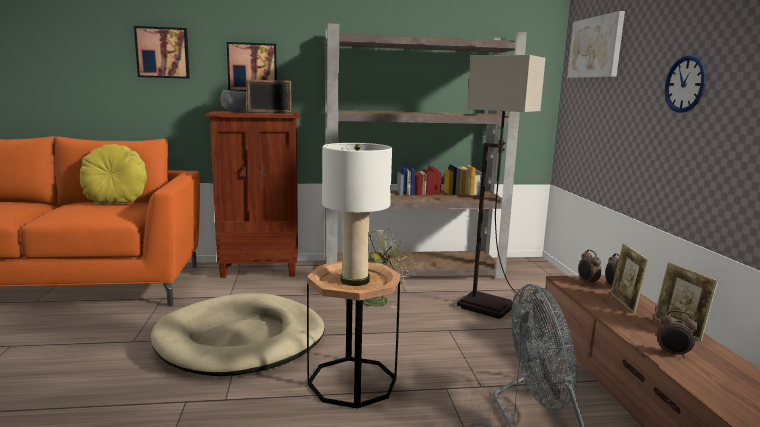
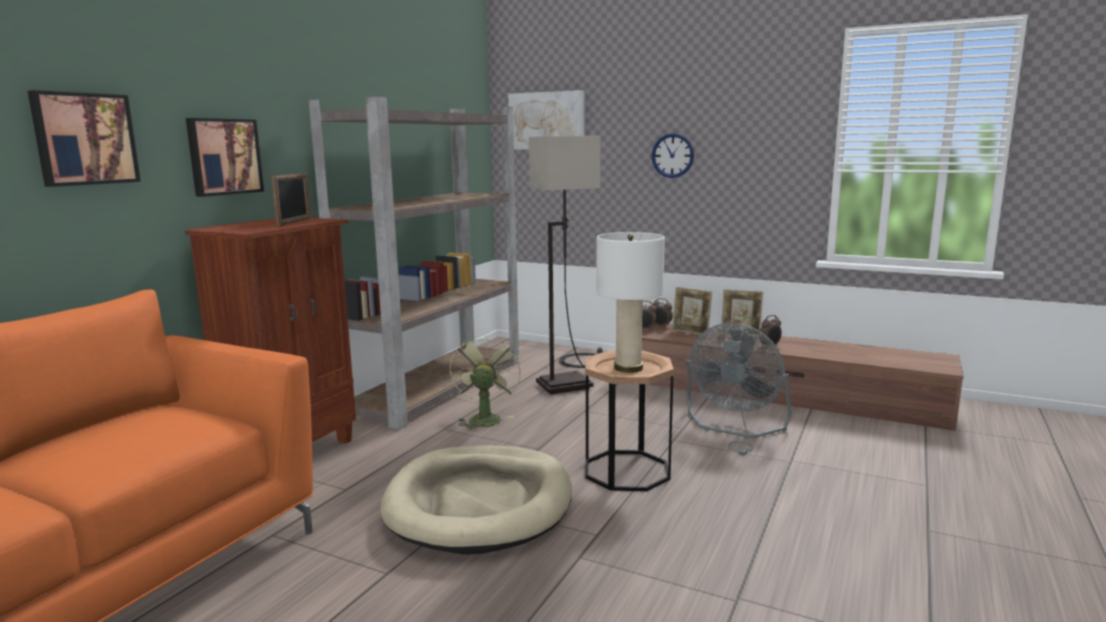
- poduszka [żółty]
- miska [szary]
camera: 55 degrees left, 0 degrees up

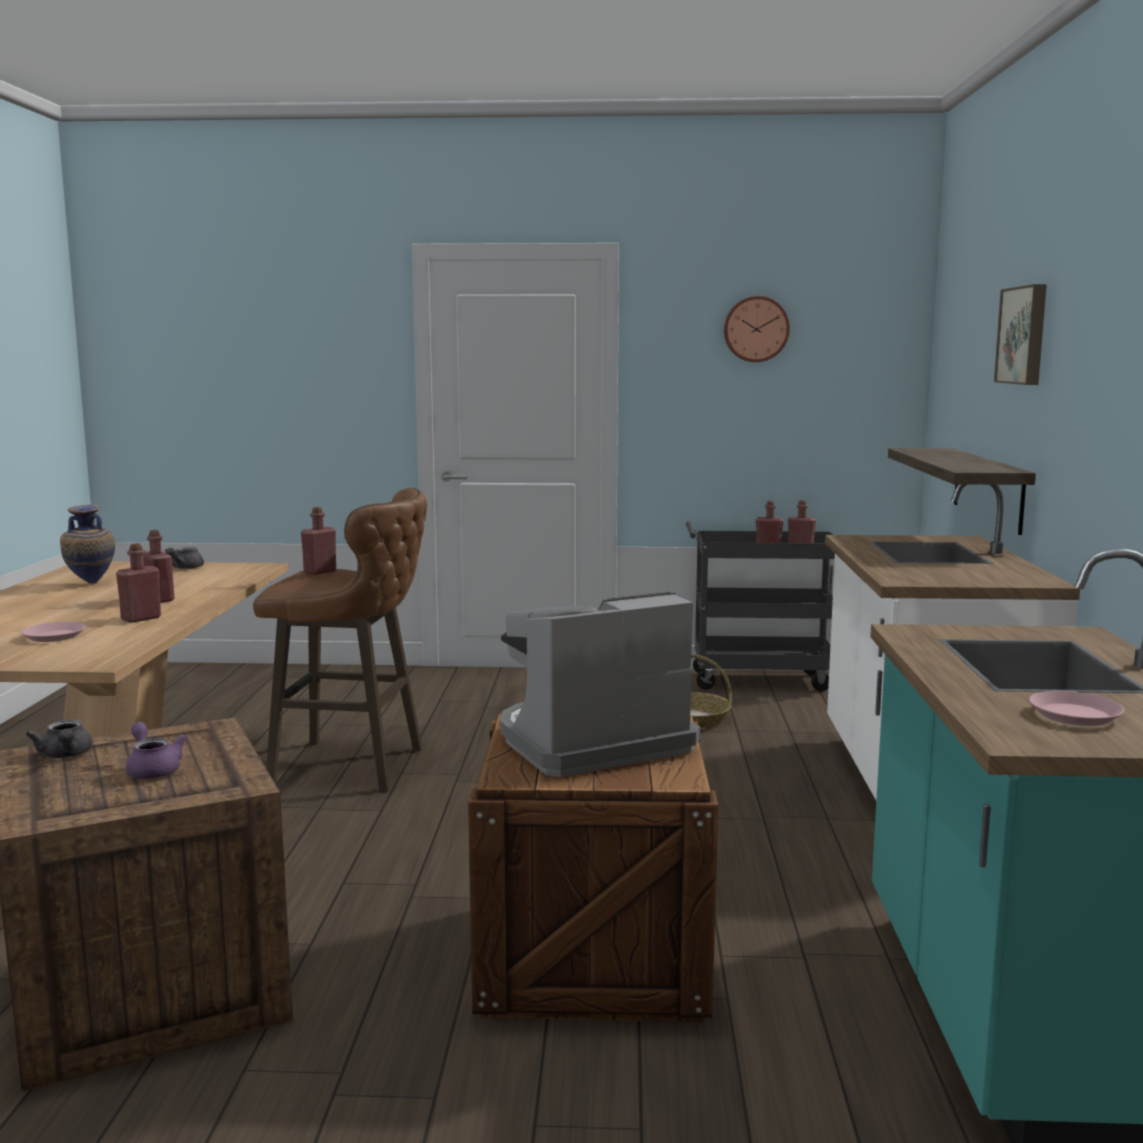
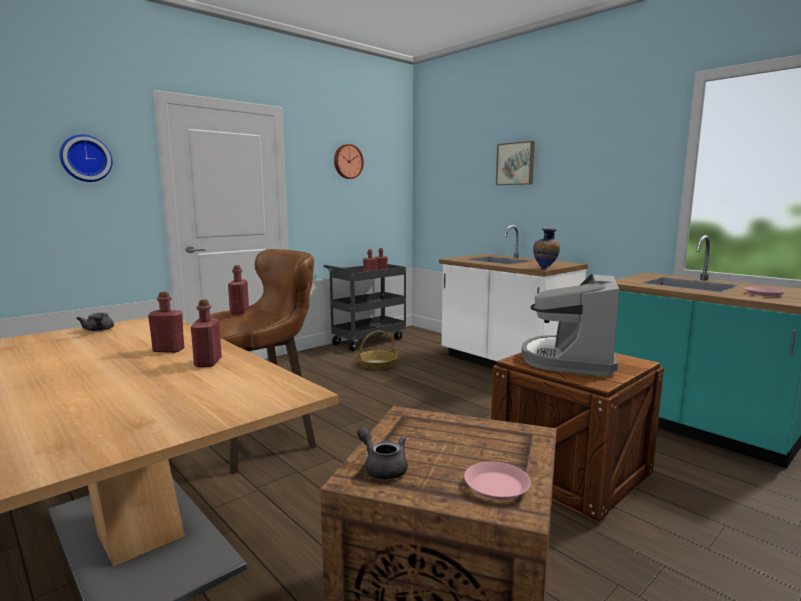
~ talerz [różowy] (no. 1 from left)
~ imbryk [szary] (no. 1 from left in the first image) 150 degrees counterclockwise
~ wazon
- imbryk [fioletowy]
- półka
+ zegar ścienny (no. 1 from left)
camera: 45 degrees left, 0 degrees up

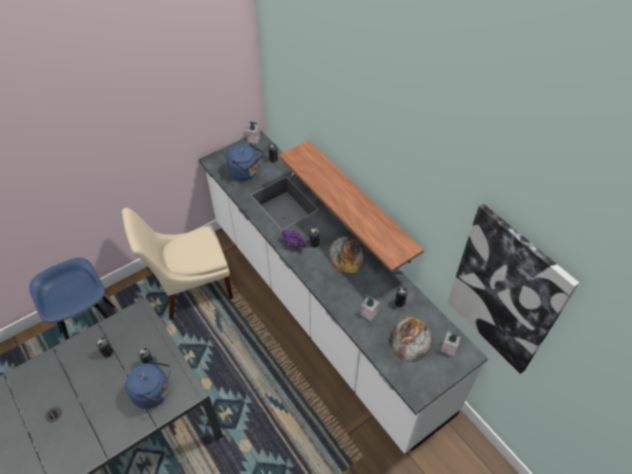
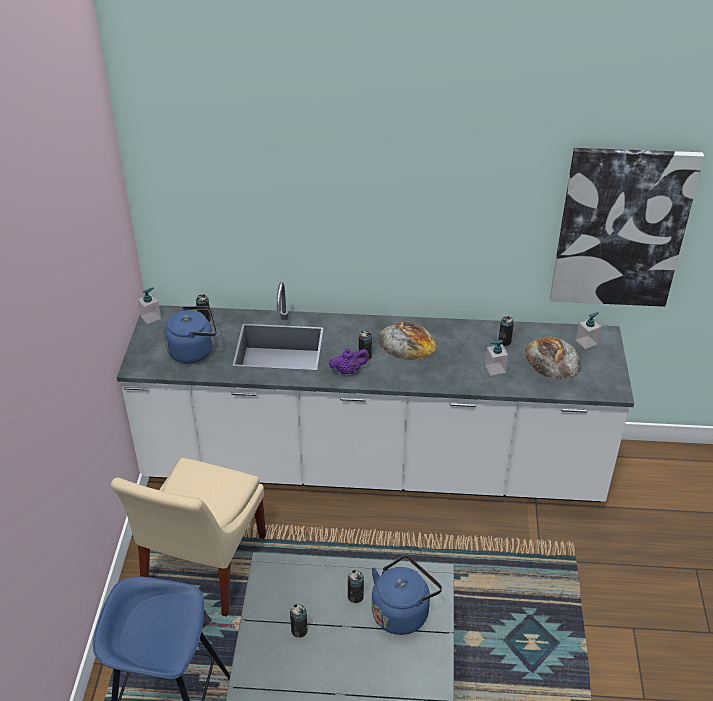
- półka
camera: 50 degrees left, 10 degrees down

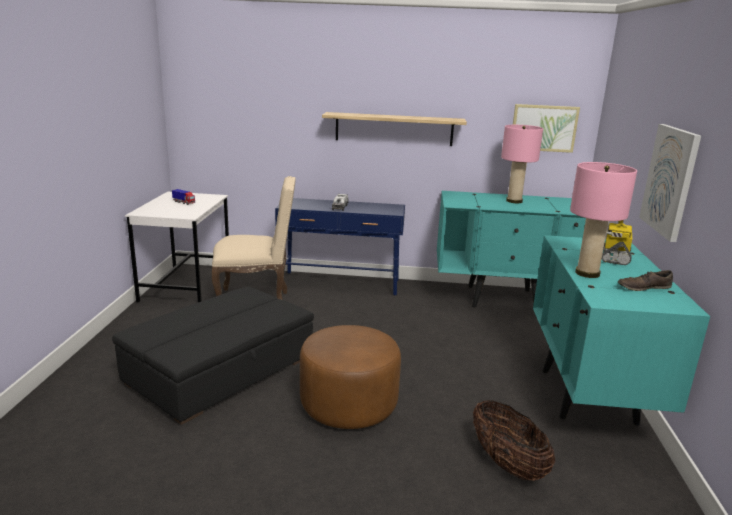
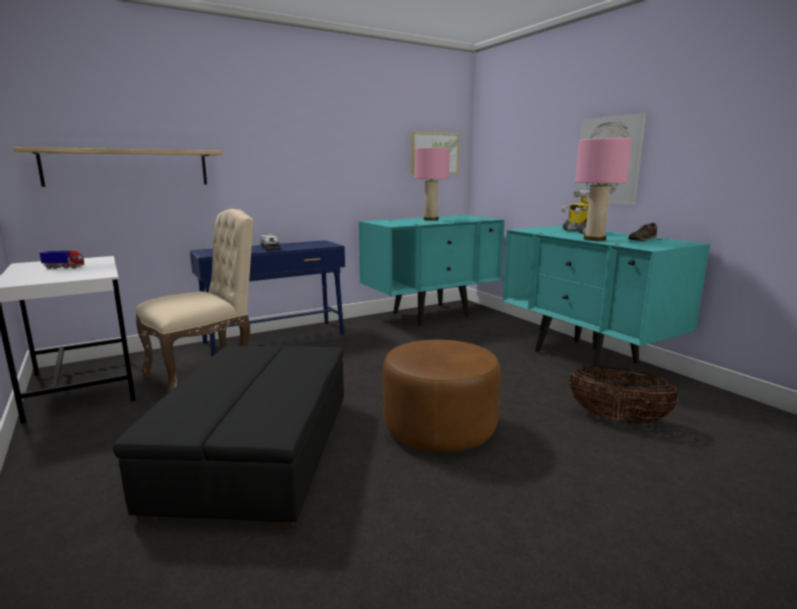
~ półka
camera: 35 degrees left, 5 degrees down

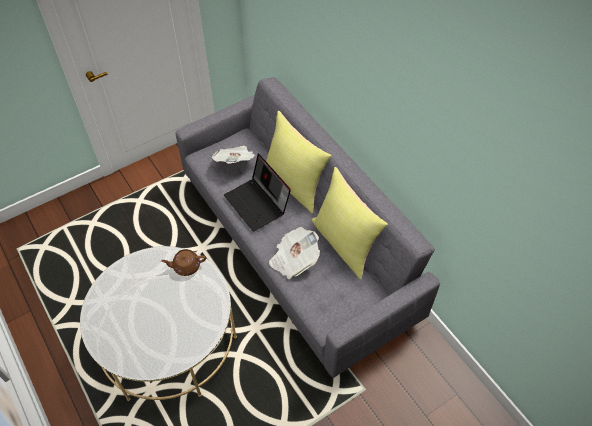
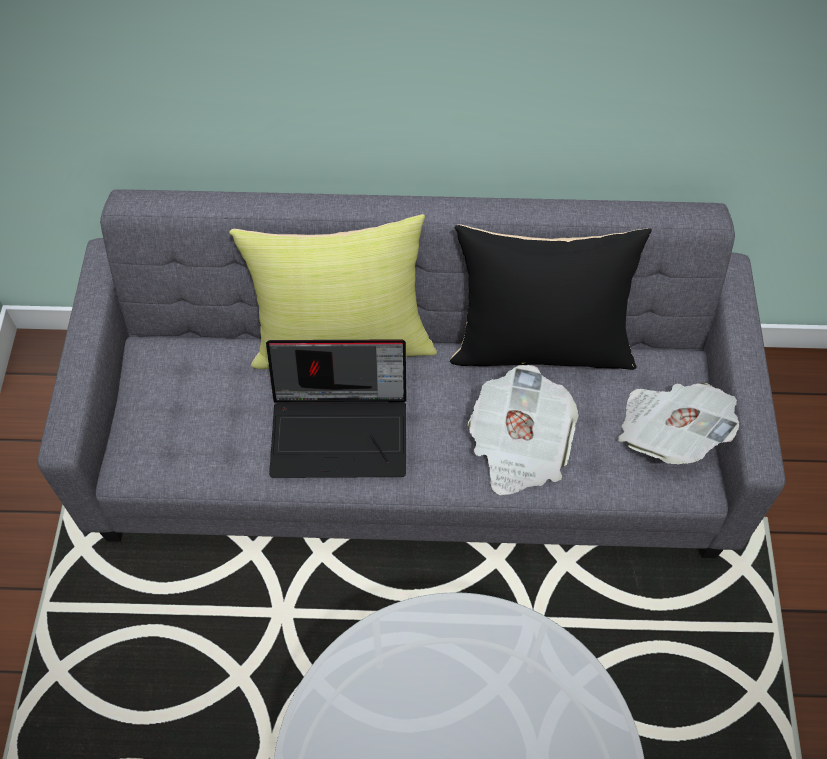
- imbryk [brązowy]
~ gazeta (no. 1 from left in the first image) to gazeta (no. 2 from left)
~ poduszka [żółty] (no. 2 from left) to poduszka [czarny]
camera: 55 degrees left, 5 degrees up

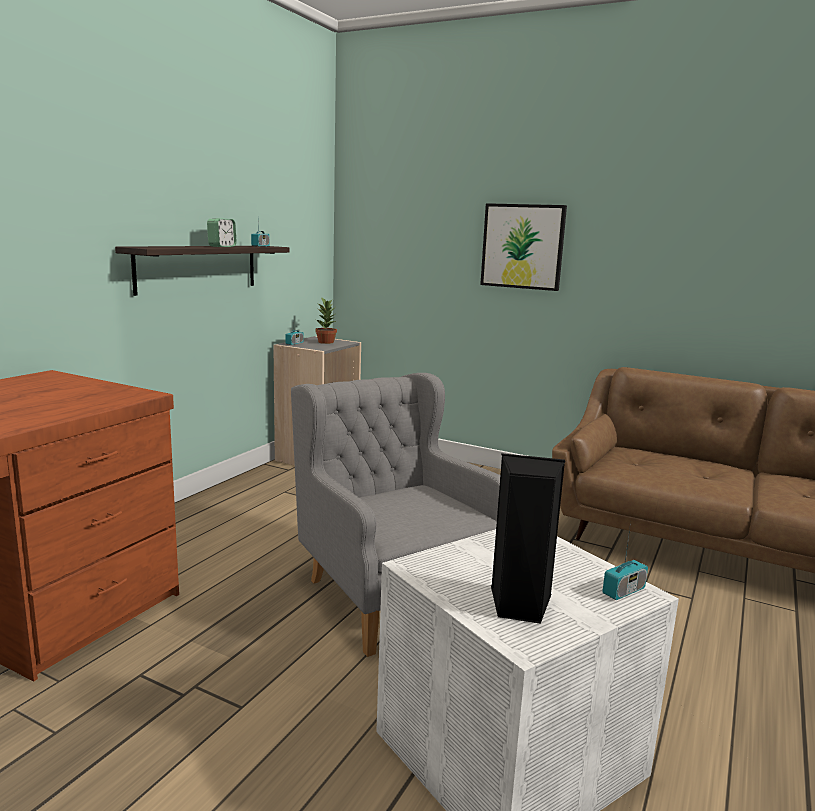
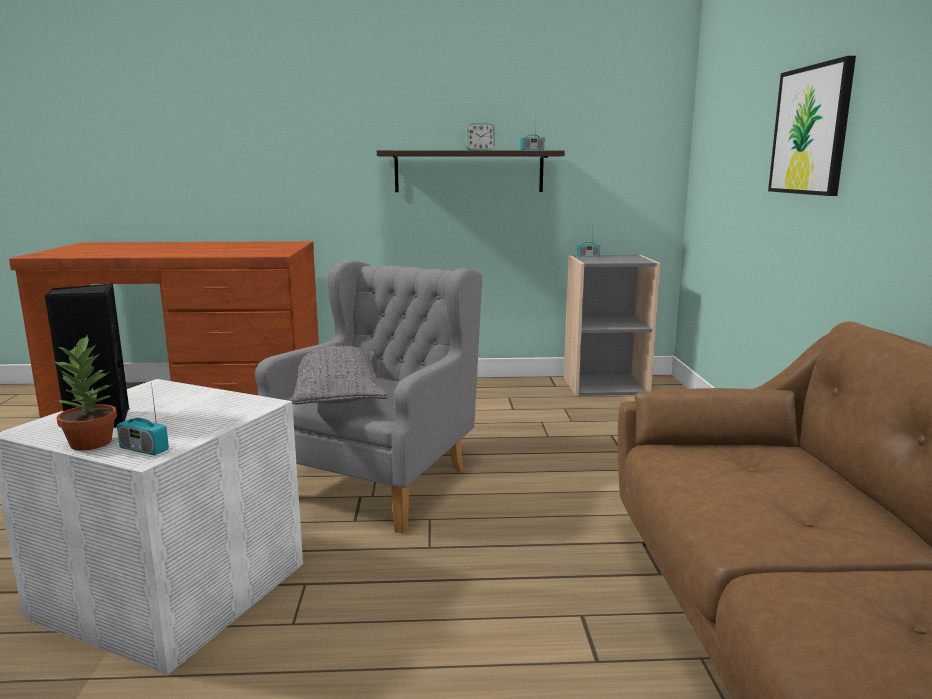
~ roślina doniczkowa
+ poduszka [szary]
camera: 60 degrees right, 0 degrees up

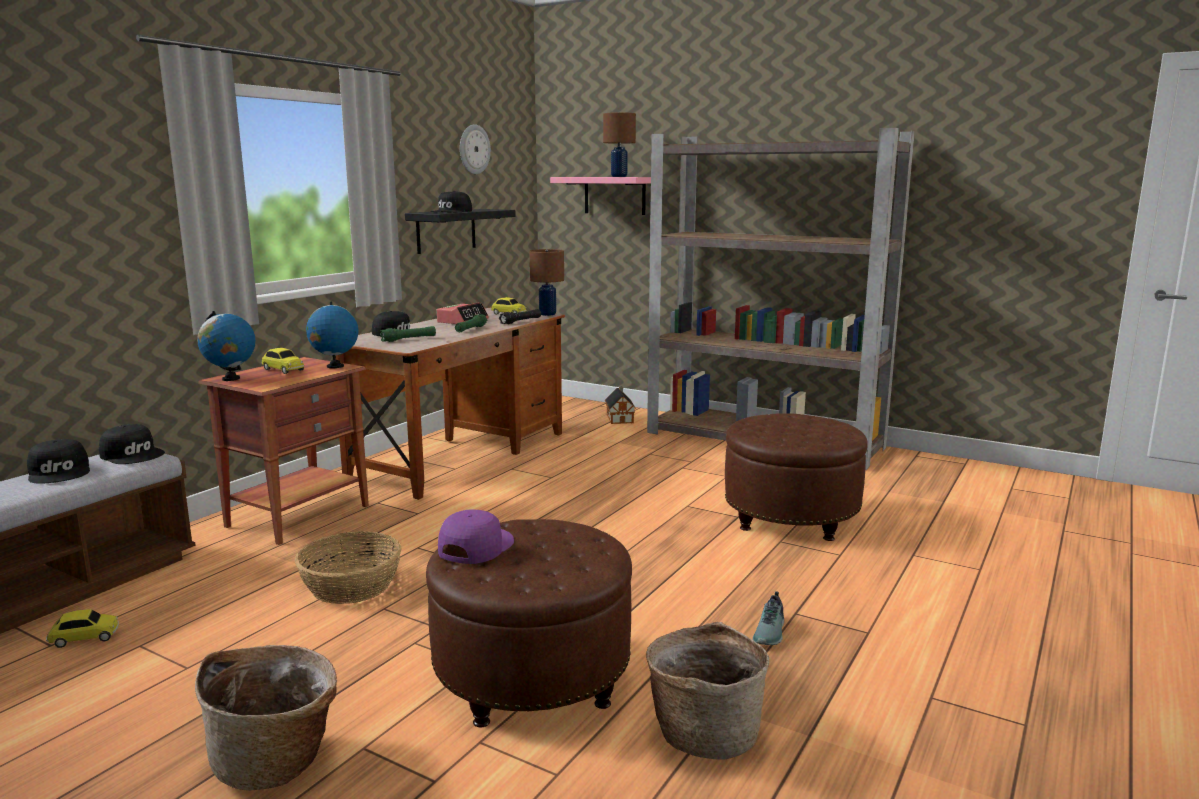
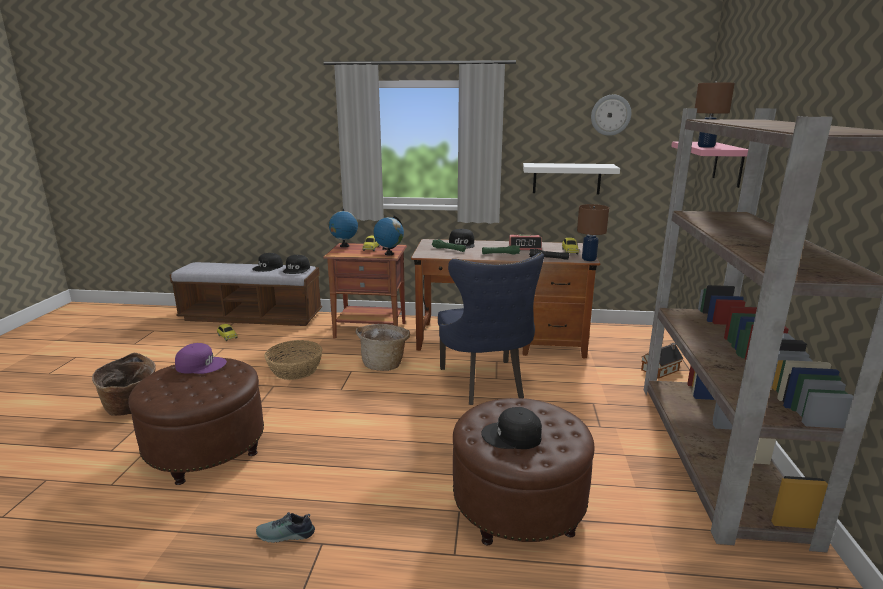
~ półka [czarny] to półka [biały]
~ czapka z daszkiem [czarny] (no. 4 from left)
~ koszyk (no. 3 from left)
+ krzesło [niebieski]
camera: 65 degrees right, 5 degrees up

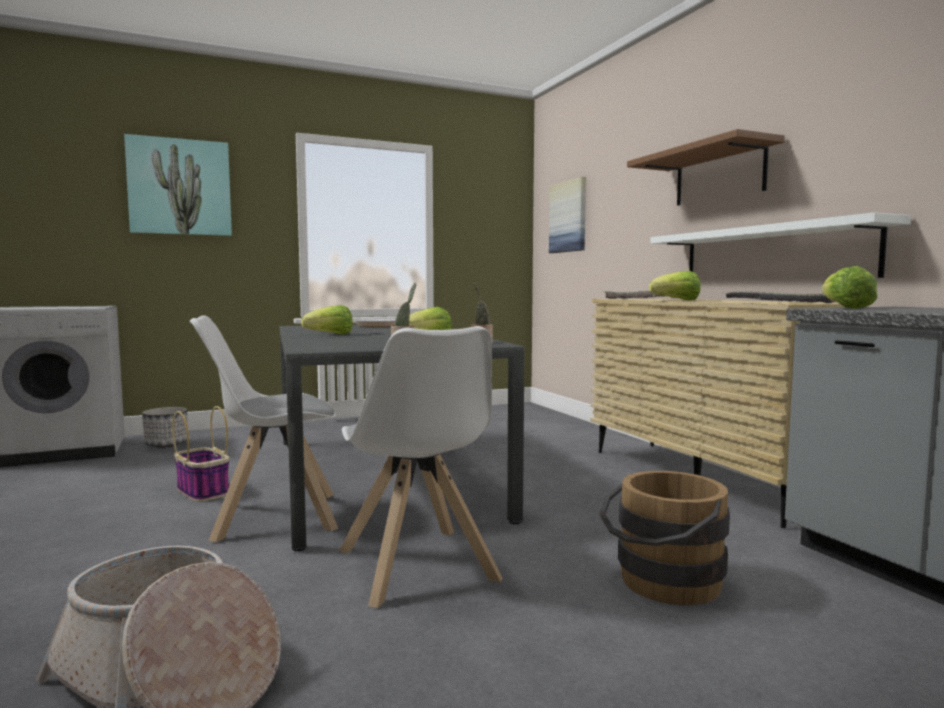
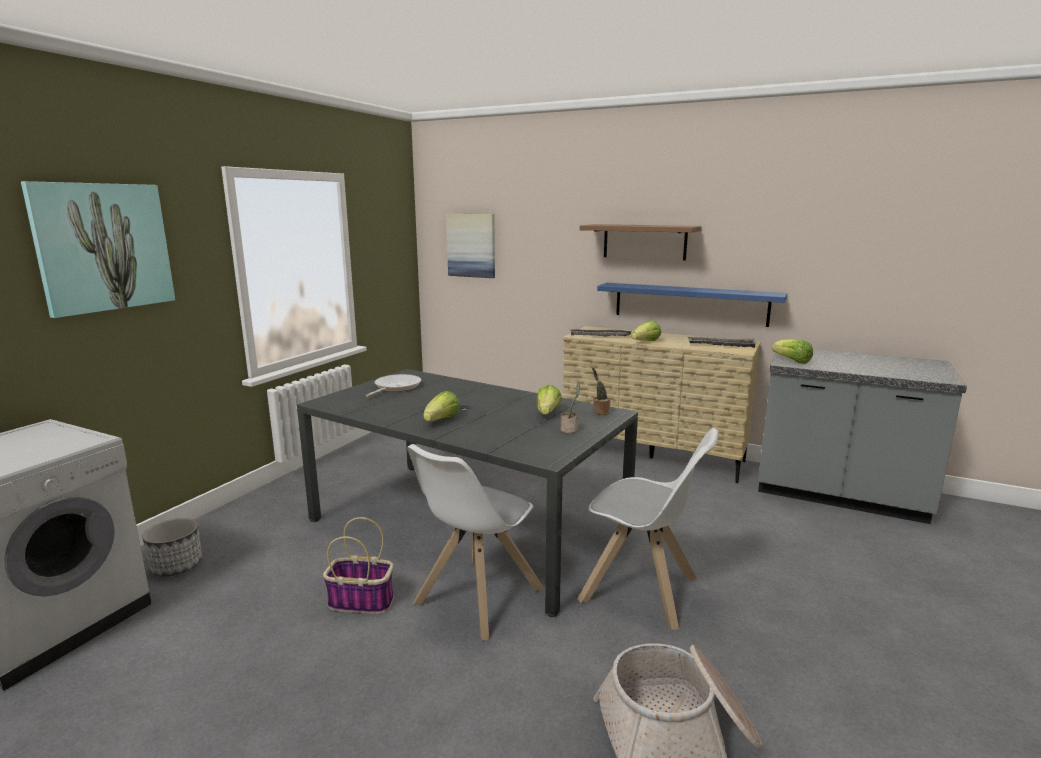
- wiadro [brązowy]
~ półka [biały] to półka [niebieski]
camera: 40 degrees left, 10 degrees up

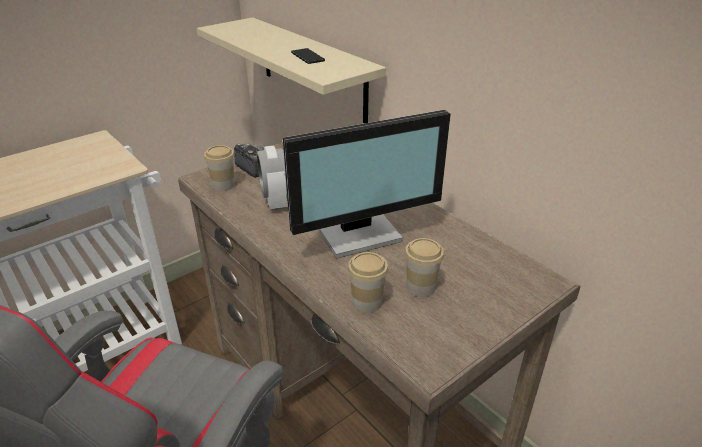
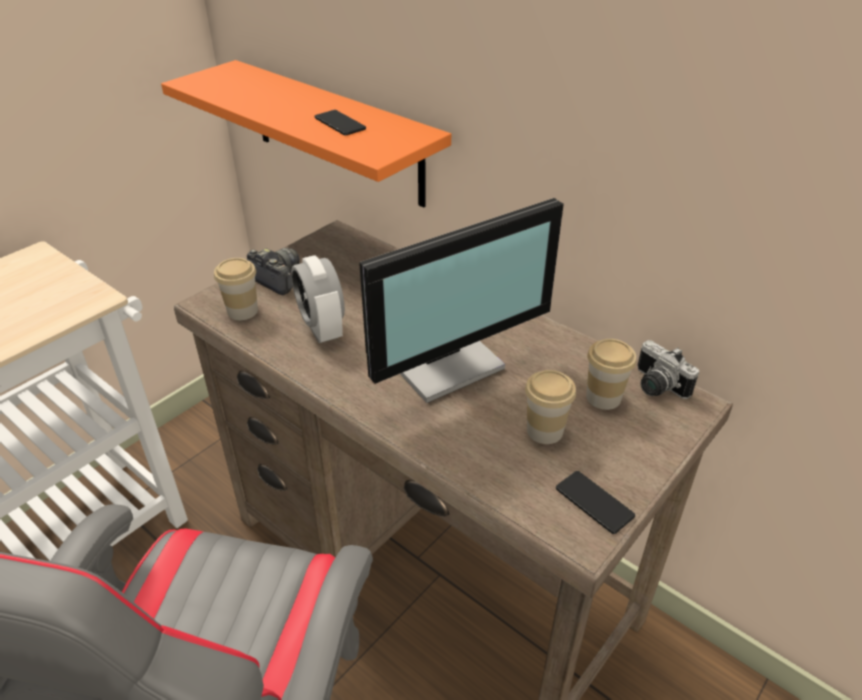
~ półka [beżowy] to półka [pomarańczowy]
~ filiżanka (no. 2 from left in the first image) to filiżanka (no. 3 from left)
+ telefon (no. 2 from left)
+ aparat fotograficzny (no. 2 from left)
camera: 10 degrees left, 5 degrees up

